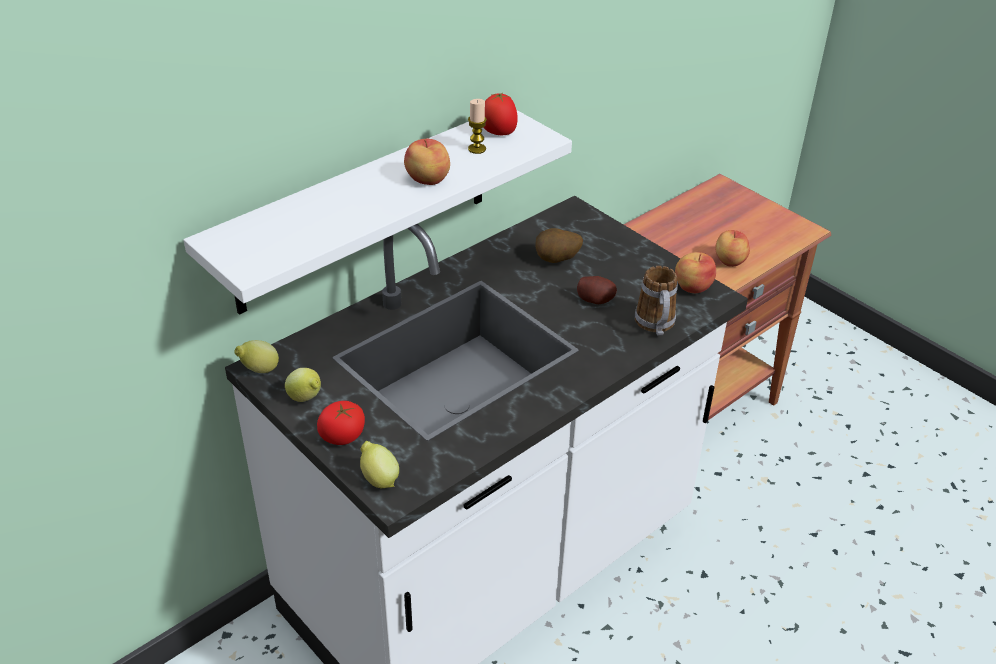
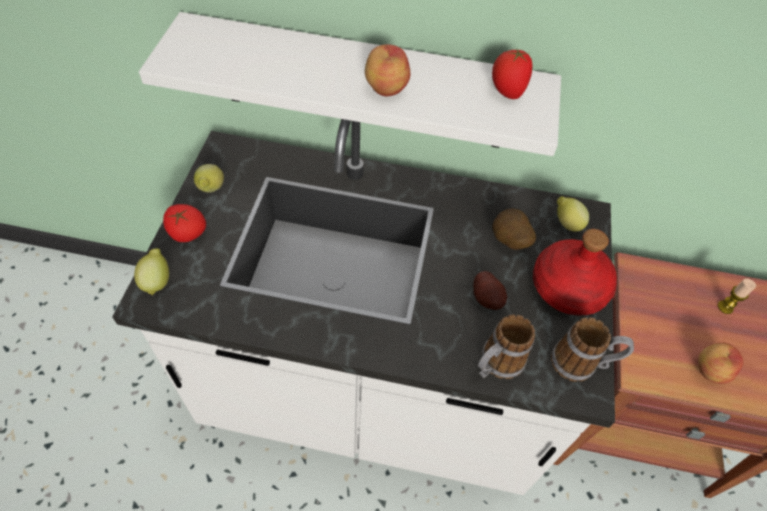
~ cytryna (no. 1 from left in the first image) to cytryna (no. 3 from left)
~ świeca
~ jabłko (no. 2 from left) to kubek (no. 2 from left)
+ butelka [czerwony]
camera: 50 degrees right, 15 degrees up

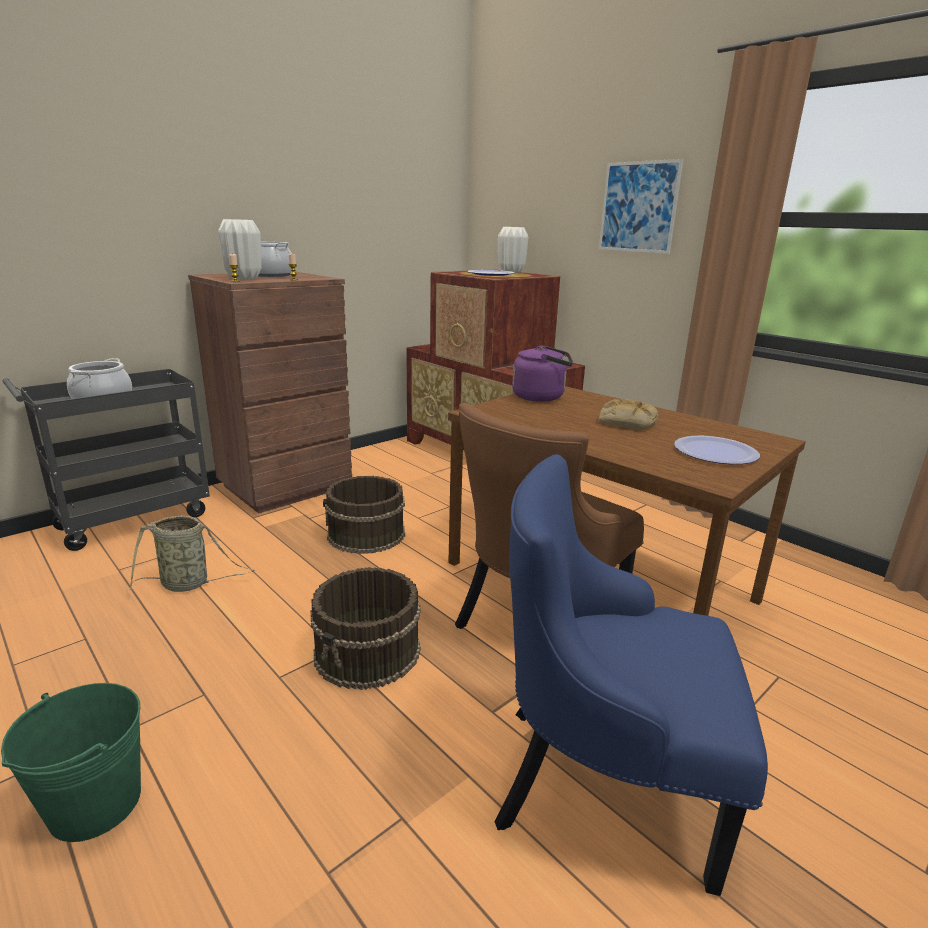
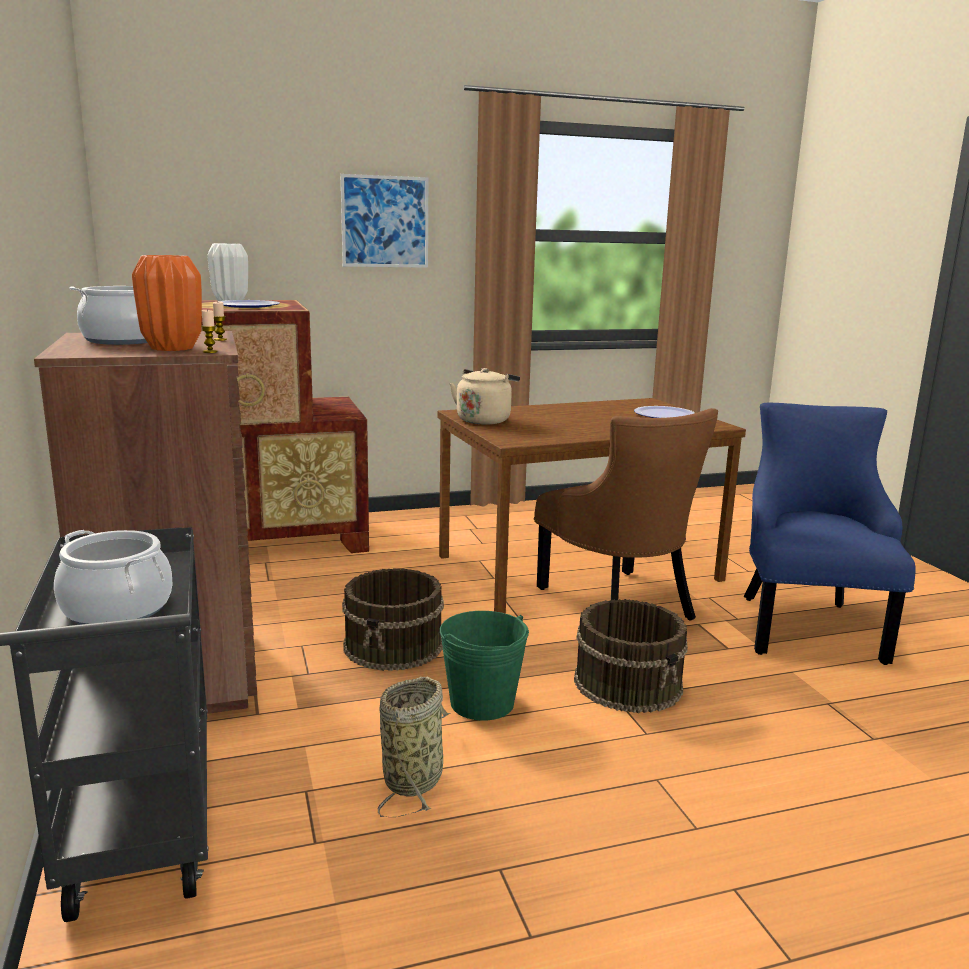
~ wiadro [zielony]
~ wazon [biały] (no. 1 from left) to wazon [pomarańczowy]
~ krzesło [niebieski] 150 degrees clockwise
~ czajnik [fioletowy] to czajnik [beżowy]
- chleb
camera: 65 degrees left, 5 degrees down

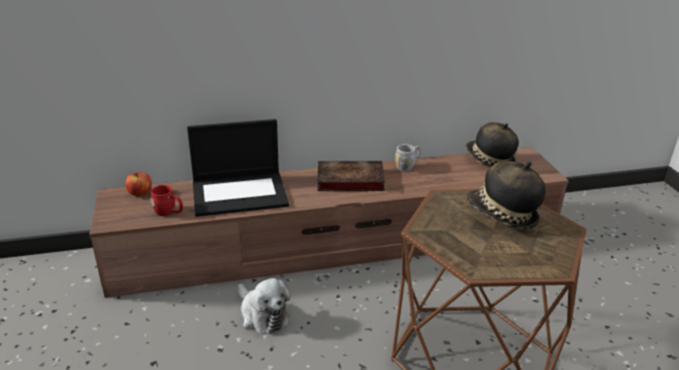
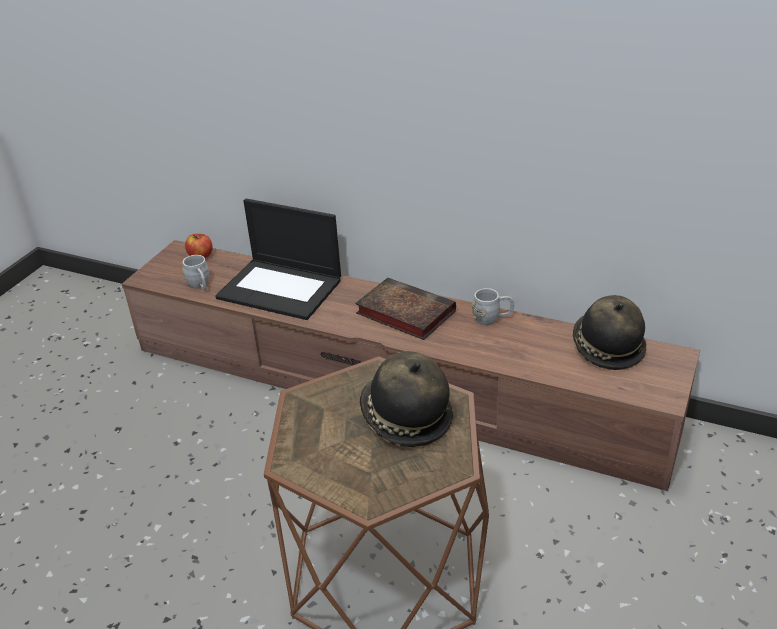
~ kubek [czerwony] to kubek [szary] (no. 1 from left)
- pluszak
camera: 40 degrees right, 5 degrees up

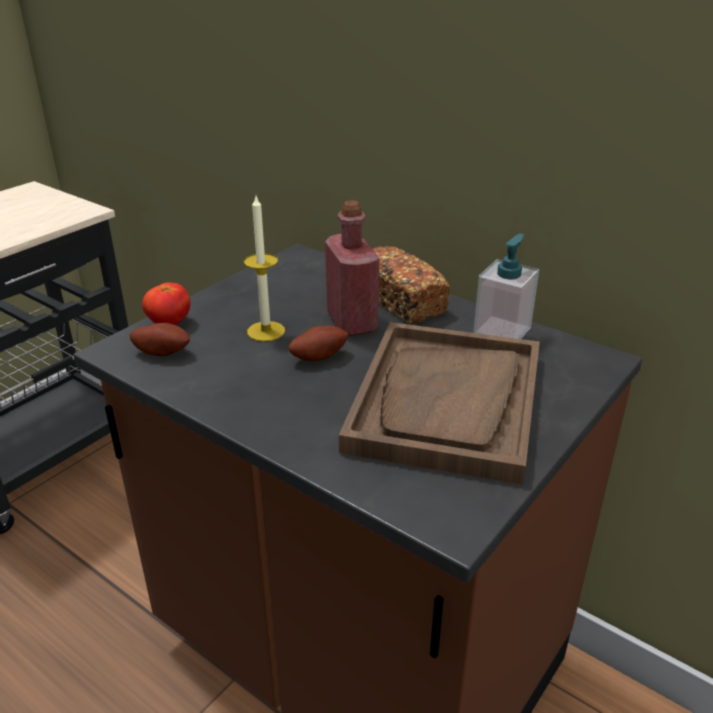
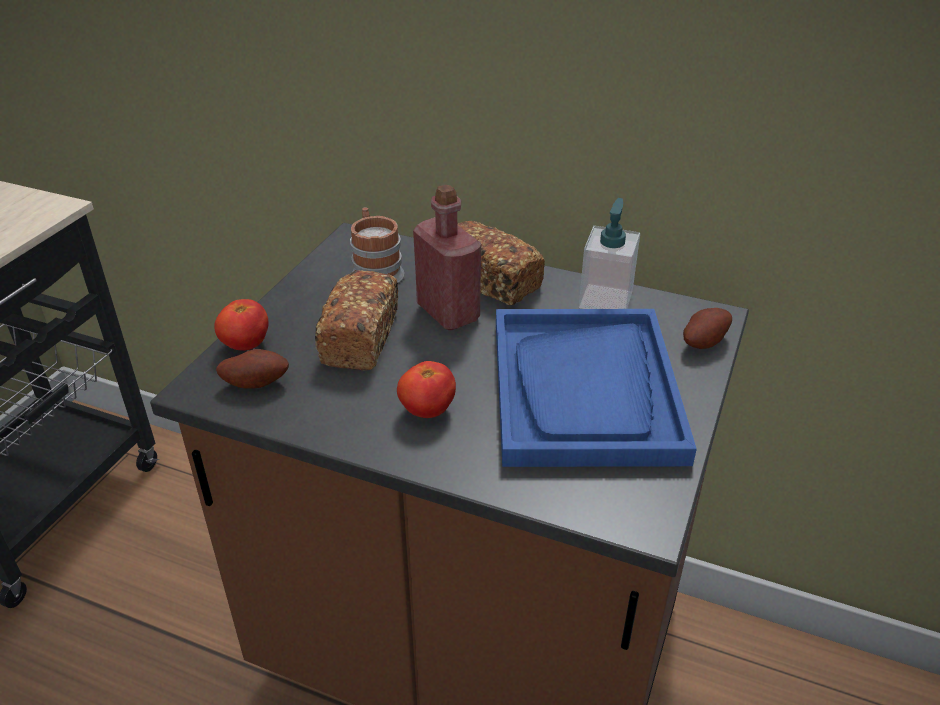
~ świeca to chleb (no. 1 from left)
~ ziemniak (no. 2 from left)
~ taca [brązowy] to taca [niebieski]
+ kubek
+ pomidor (no. 2 from left)
camera: 15 degrees left, 5 degrees up

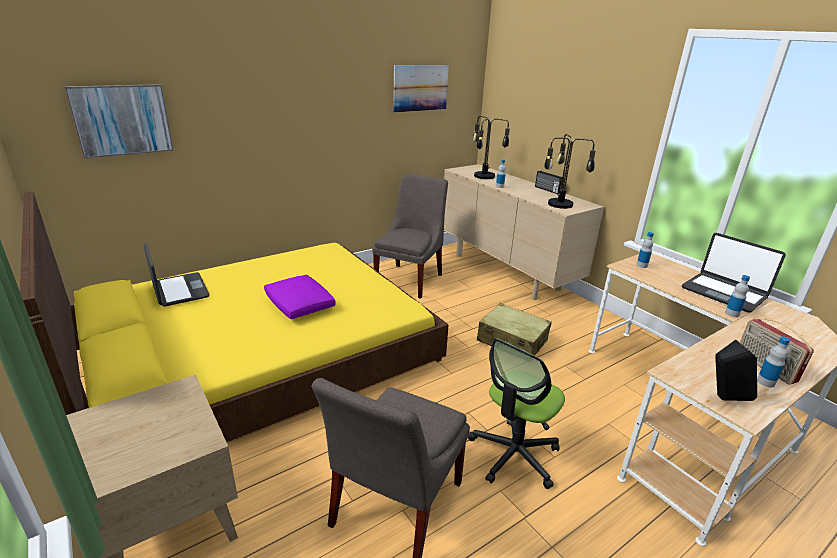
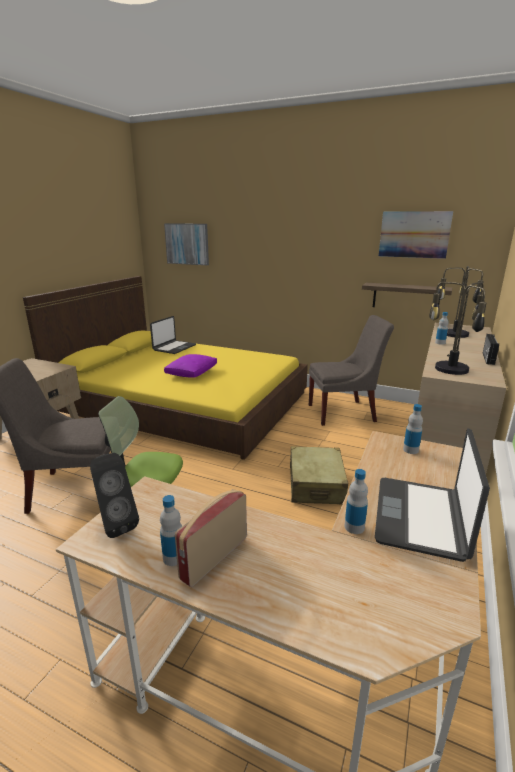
+ półka
camera: 60 degrees right, 5 degrees down

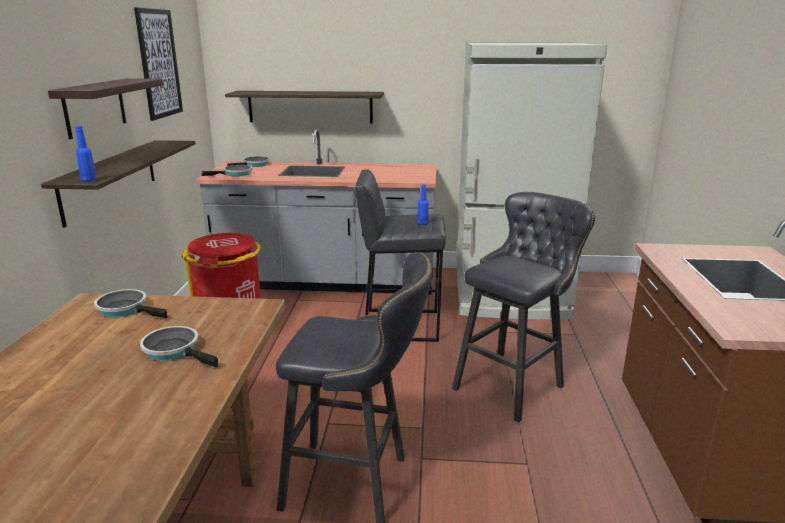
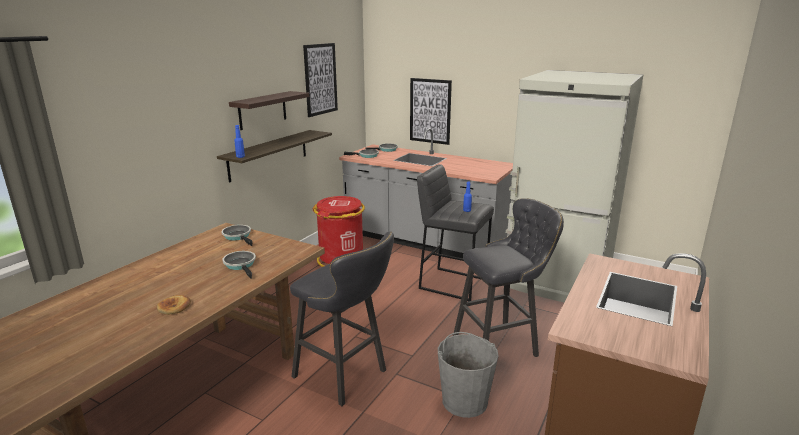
~ półka (no. 3 from left) to obraz (no. 2 from left)
+ chleb
+ wiadro [szary]
camera: 25 degrees right, 0 degrees up

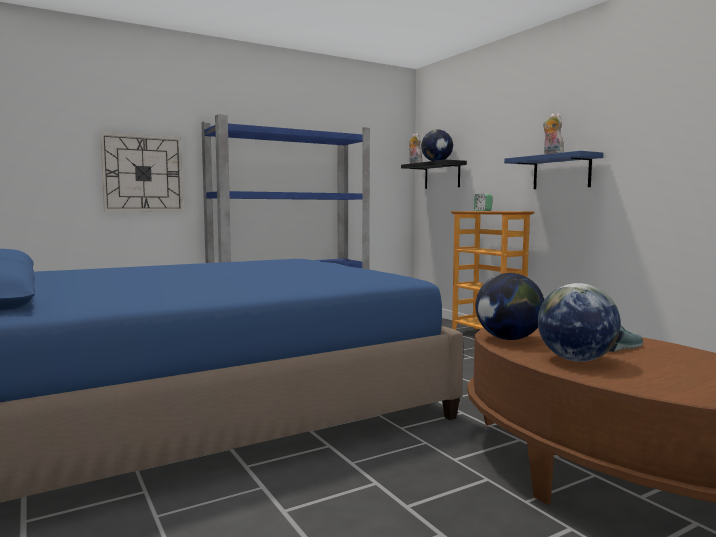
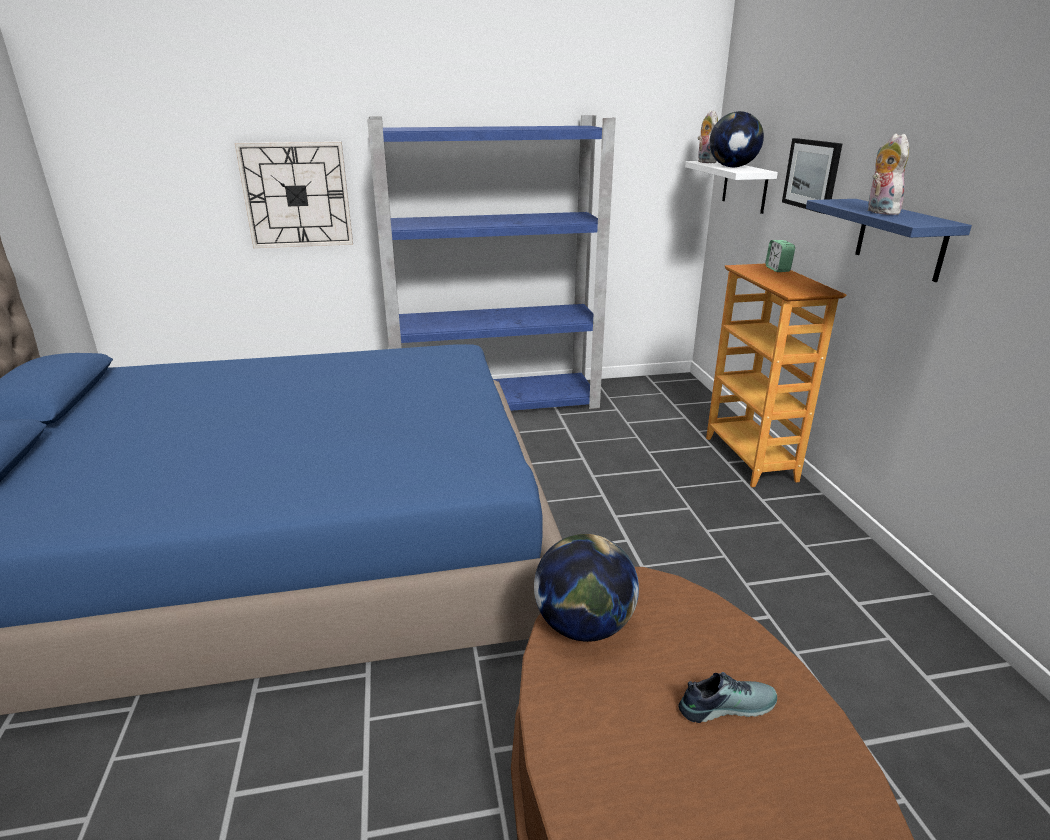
~ półka [czarny] to półka [biały]
- globus (no. 3 from left)
+ obraz
camera: 20 degrees right, 20 degrees up

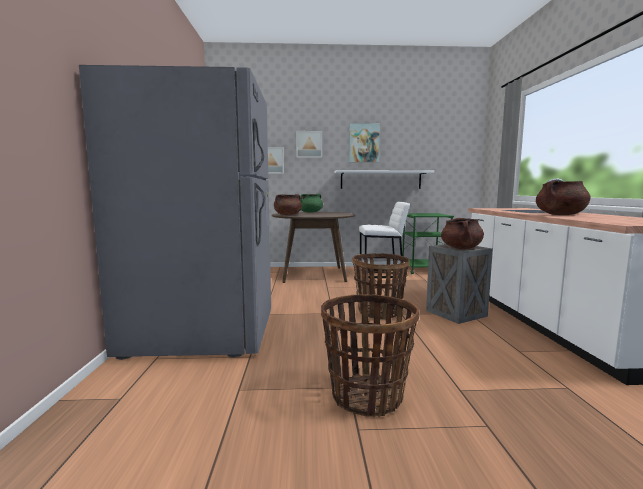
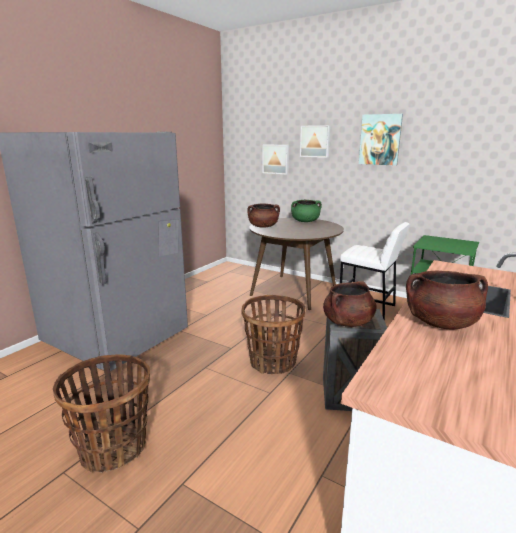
- półka [biały]
camera: 35 degrees right, 10 degrees up

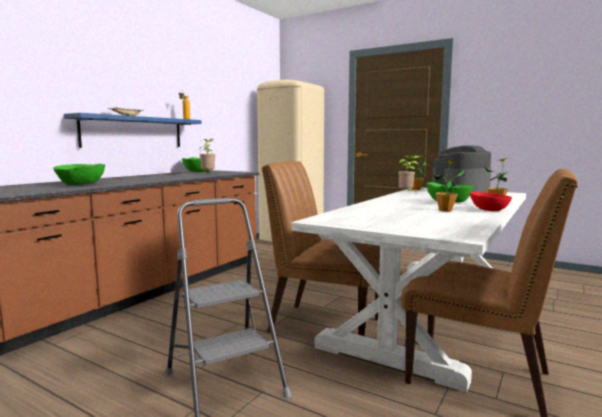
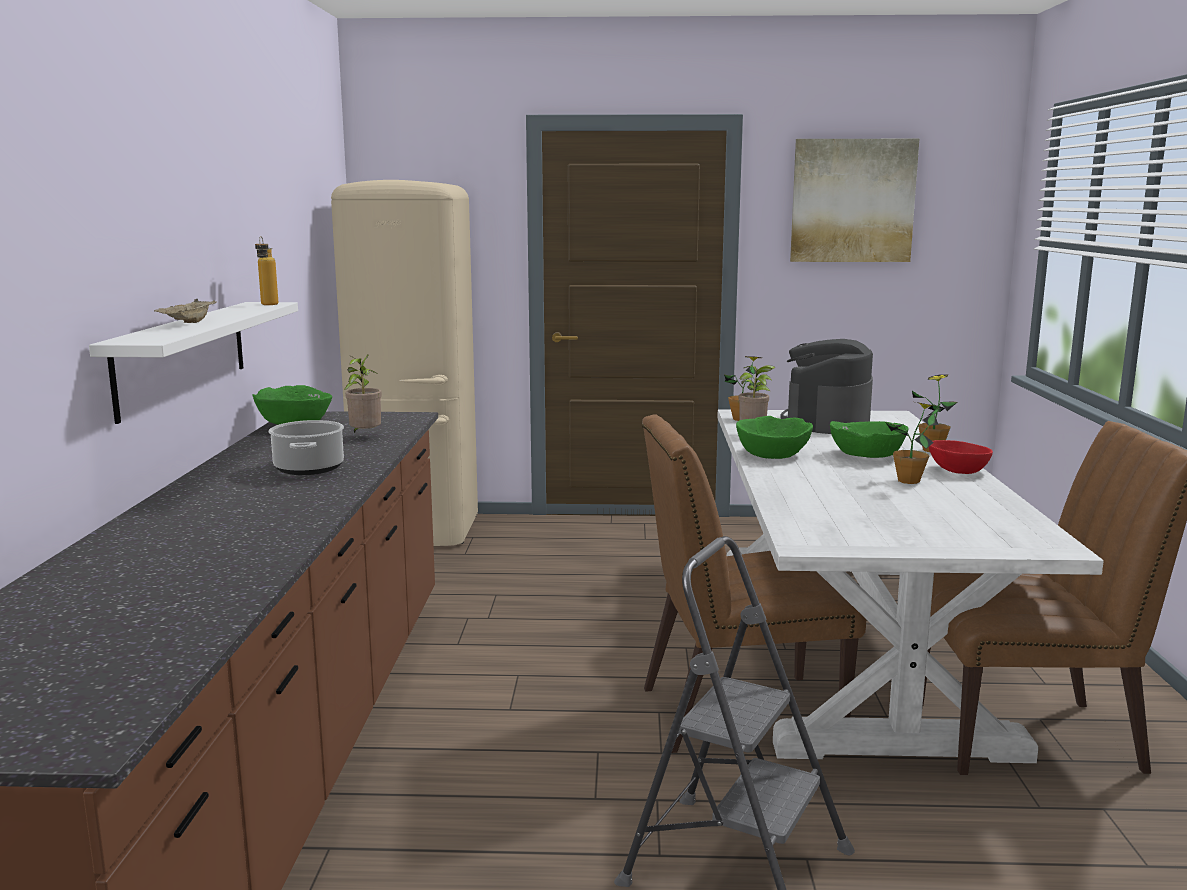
~ miska [zielony] (no. 1 from left in the first image) to miska [zielony] (no. 2 from left)
~ półka [niebieski] to półka [biały]
+ garnek
+ obraz
camera: 30 degrees left, 5 degrees up

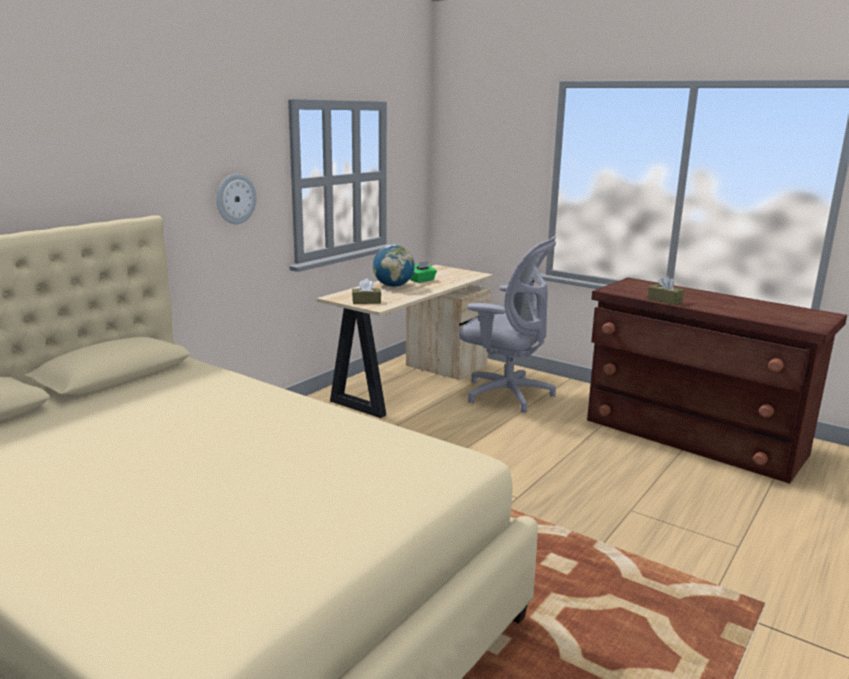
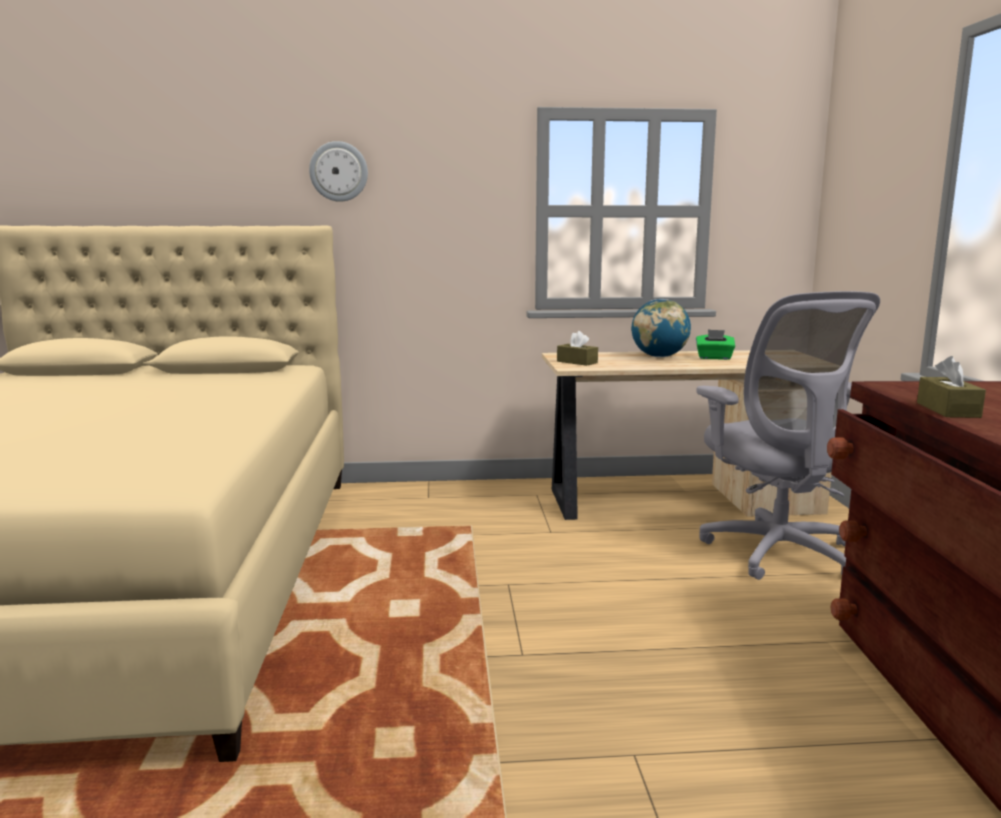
~ zegar ścienny
camera: 50 degrees right, 5 degrees down

